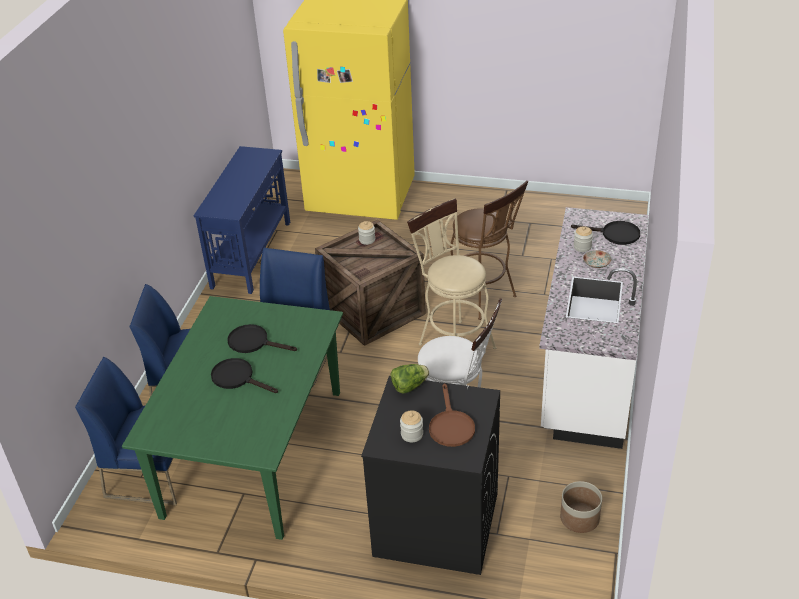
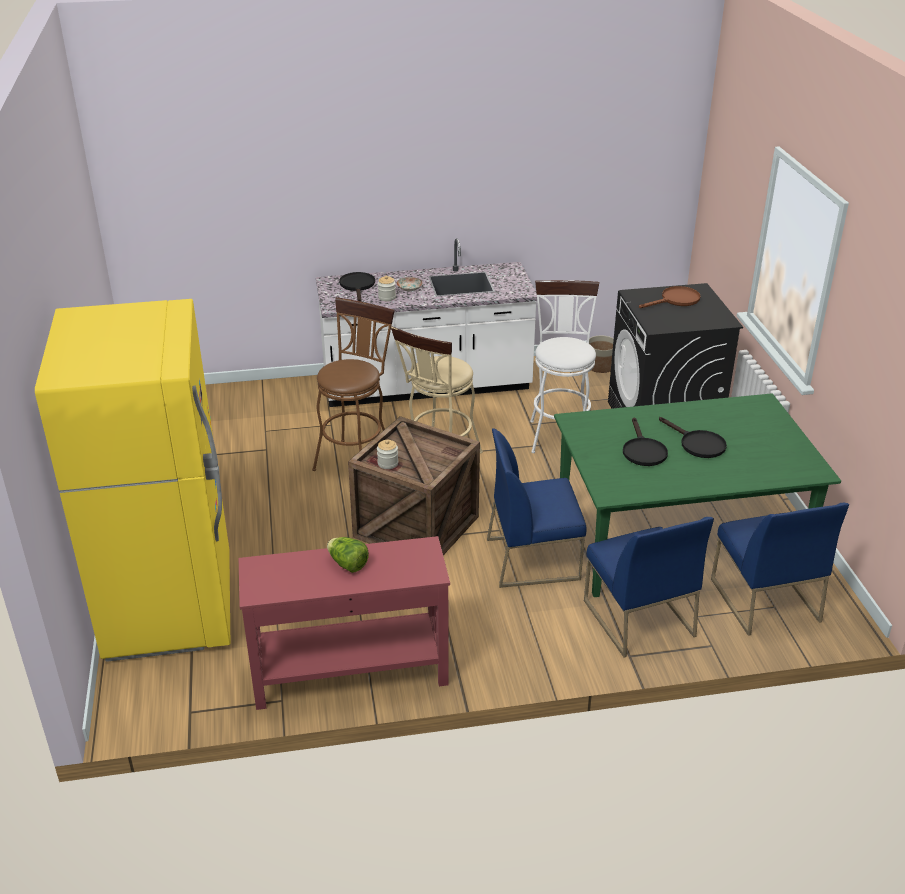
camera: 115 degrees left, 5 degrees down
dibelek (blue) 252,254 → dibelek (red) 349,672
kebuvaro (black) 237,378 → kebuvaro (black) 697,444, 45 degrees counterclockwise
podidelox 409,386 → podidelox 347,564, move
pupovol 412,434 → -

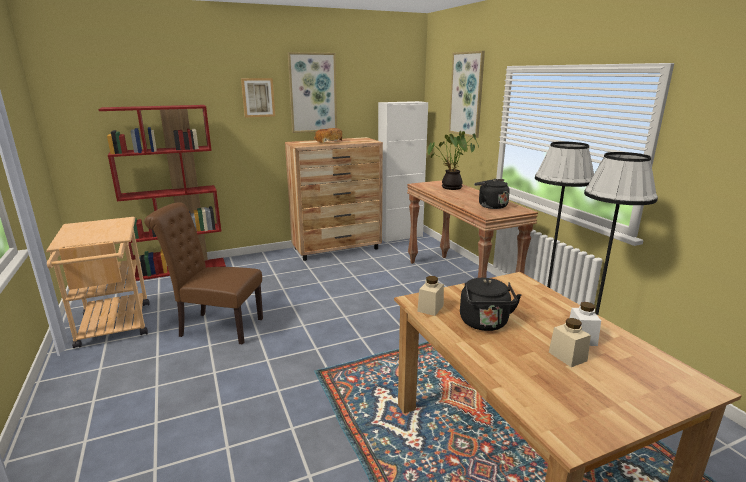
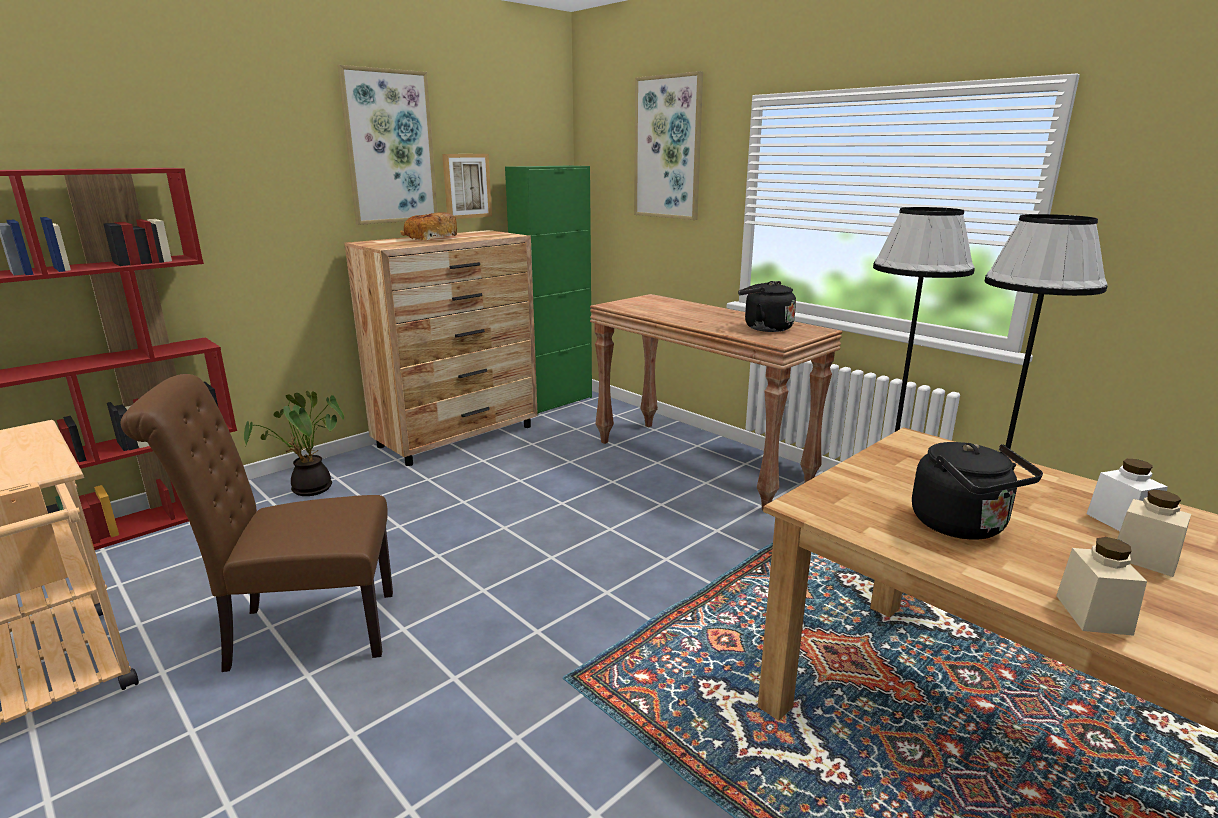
camera: 20 degrees left, 0 degrees up
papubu 258,97 → papubu 466,186, move
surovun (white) 400,236 → surovun (green) 555,401
pupovol (beige) 430,308 → pupovol (beige) 1093,614, move
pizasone 450,188 → pizasone 309,490, move

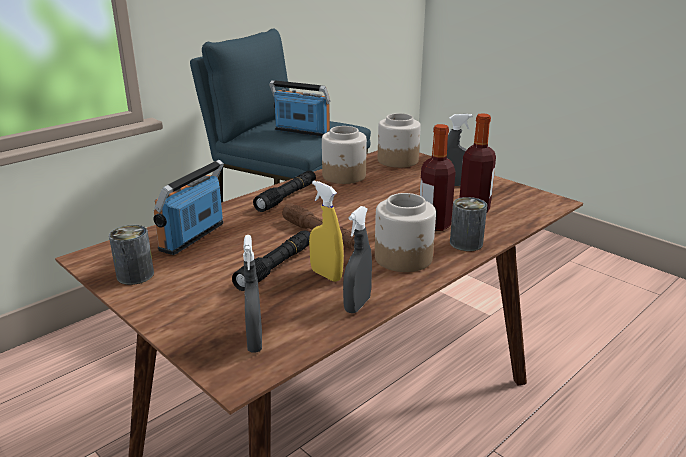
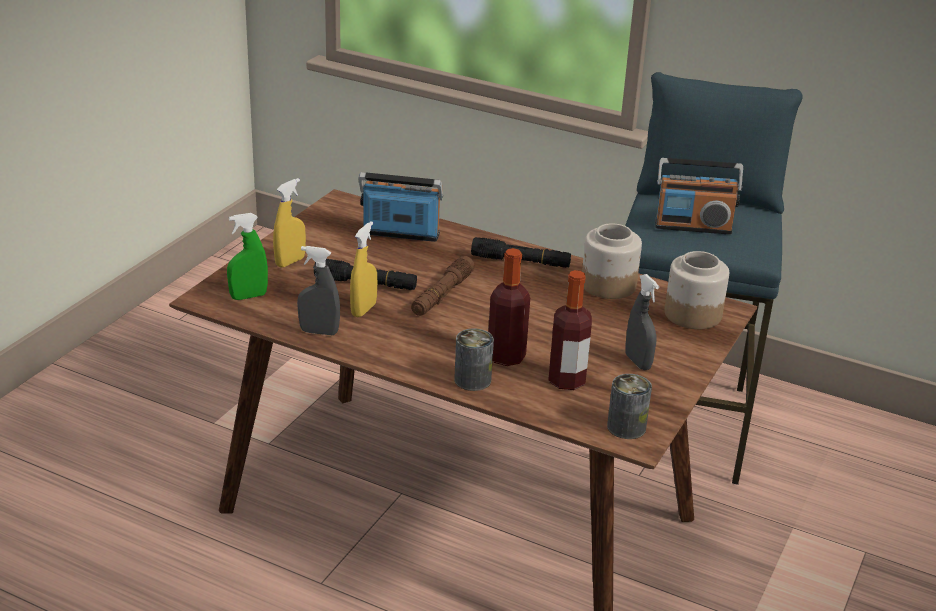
camera: 70 degrees right, 5 degrees up
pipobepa 135,275 → pipobepa 626,427, move
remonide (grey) 255,341 → remonide (green) 248,296
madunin 302,132 → madunin 693,226, 90 degrees clockwise
pupovol 404,258 → -
- → remonide (yellow) 290,262

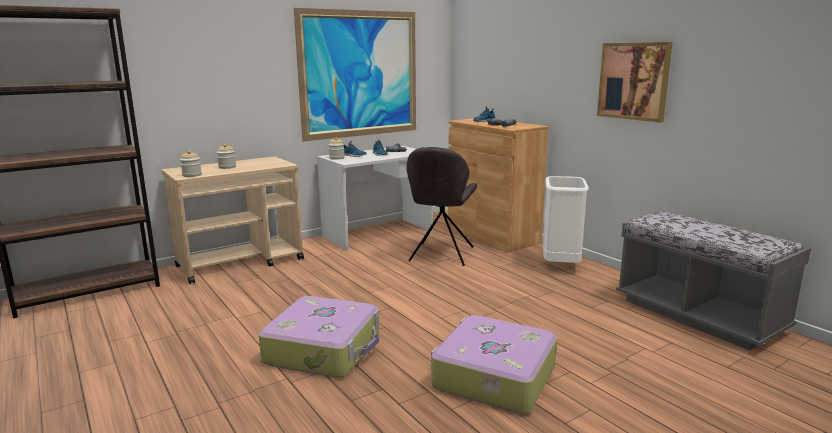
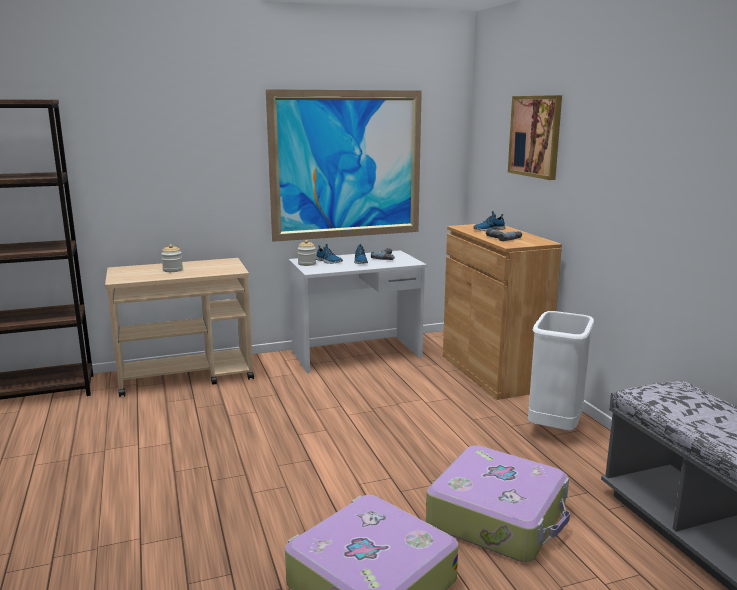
camera: 15 degrees right, 0 degrees up
pupovol 192,175 → -
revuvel 324,349 → revuvel 498,517, move
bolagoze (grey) 441,255 → -
papubu 633,81 → papubu 535,136, move

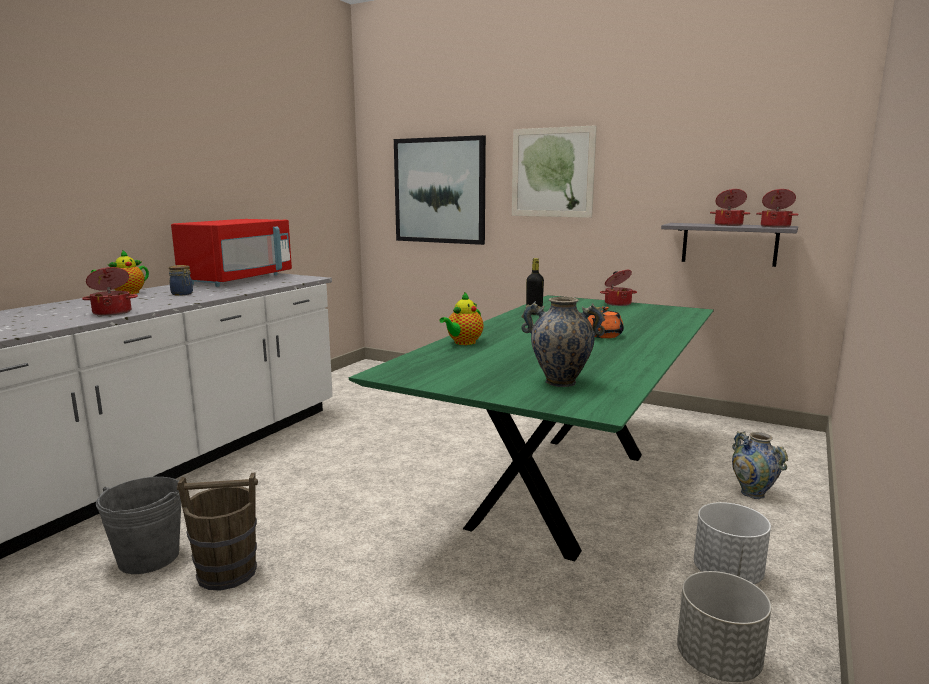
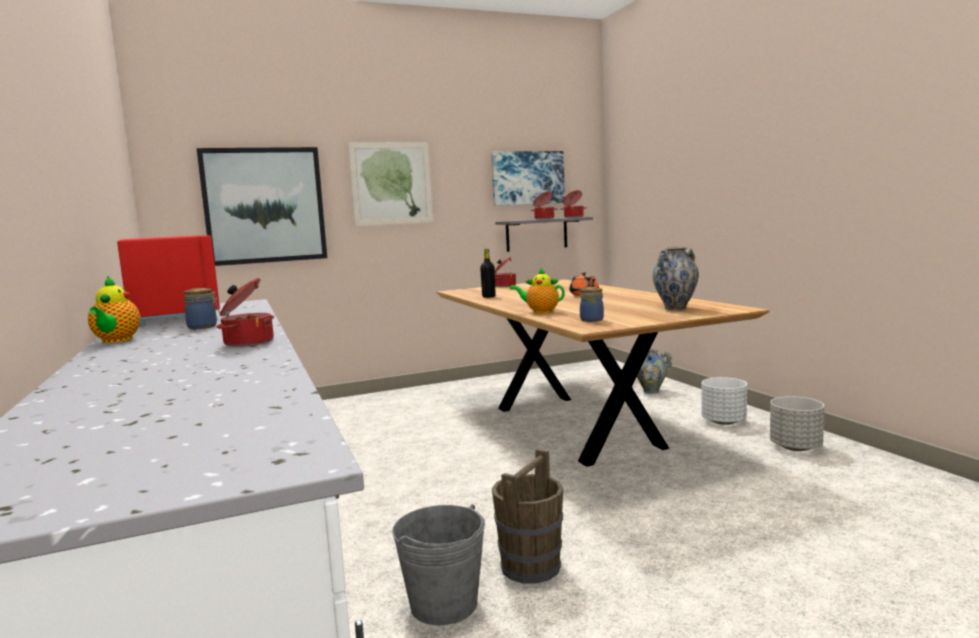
camera: 50 degrees left, 5 degrees down
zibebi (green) 564,487 → zibebi (brown) 573,426
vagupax 463,343 → vagupax 540,312, 120 degrees clockwise
- → papubu 527,178
- → pupovol 592,320

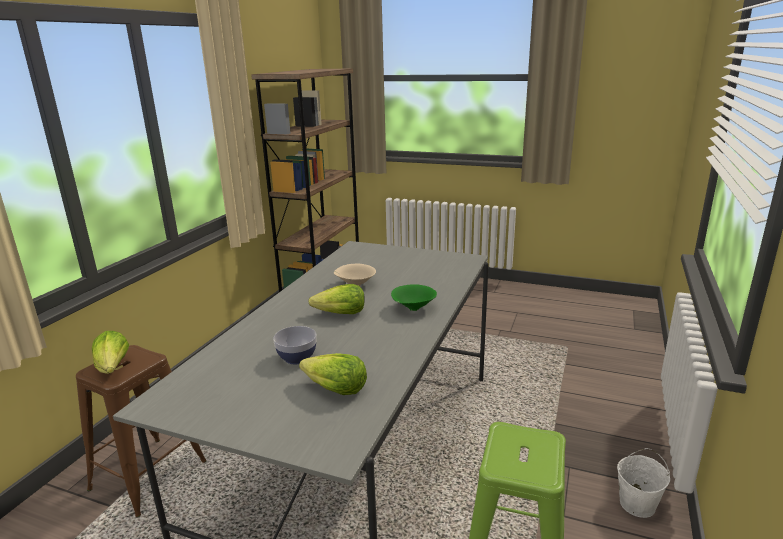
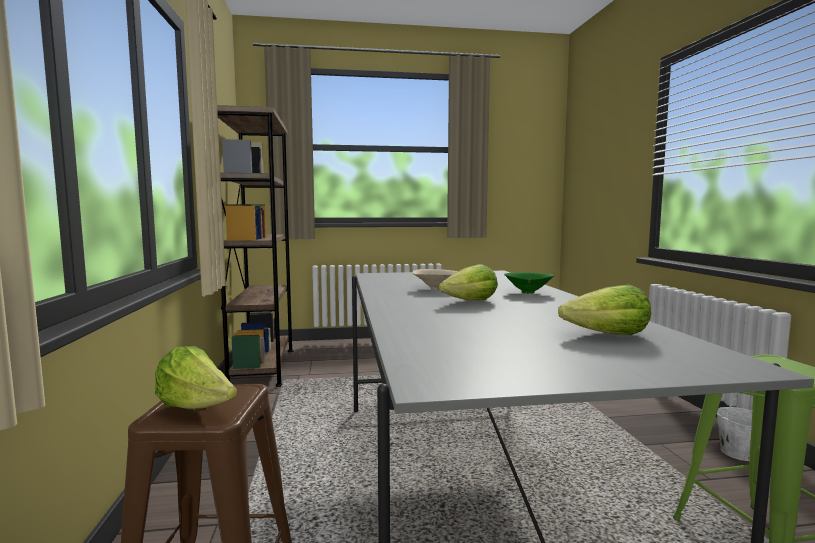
camera: 30 degrees left, 15 degrees down
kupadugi 297,358 → -

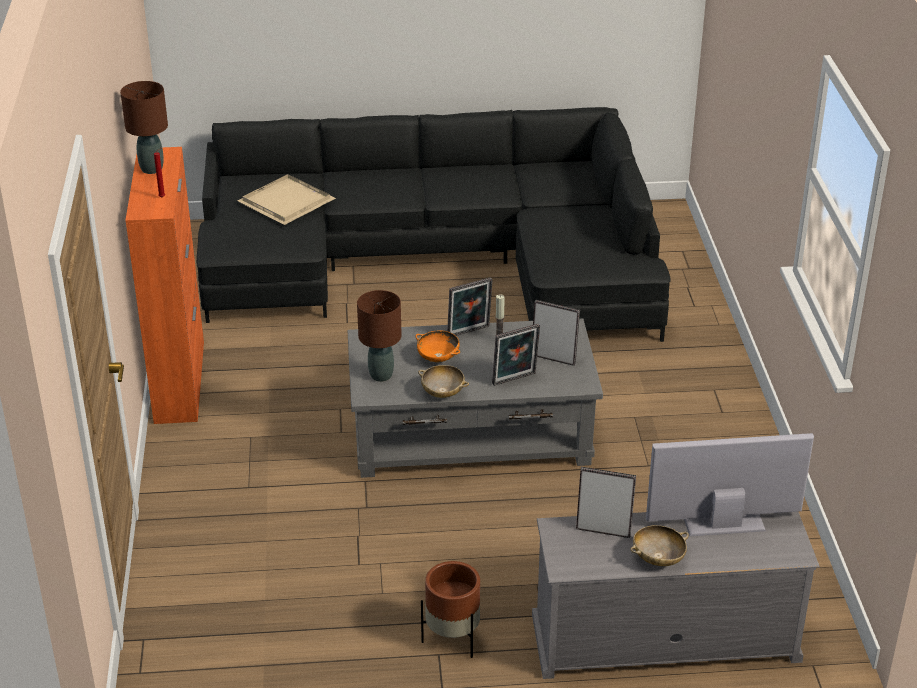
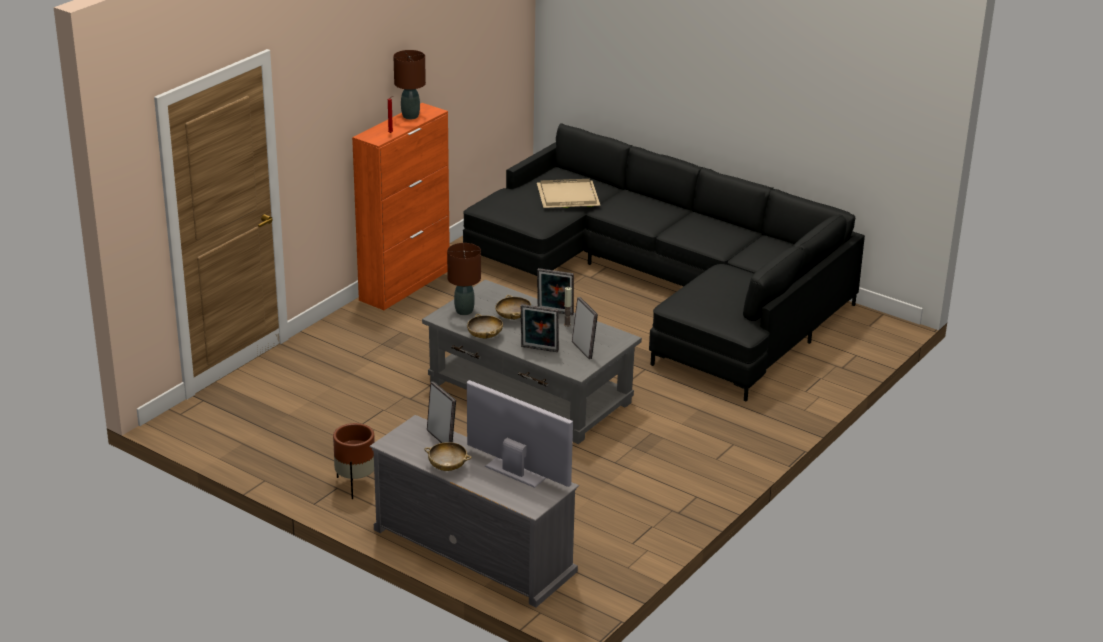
camera: 40 degrees right, 5 degrees down
kupadugi (orange) 438,357 → kupadugi (beige) 513,317

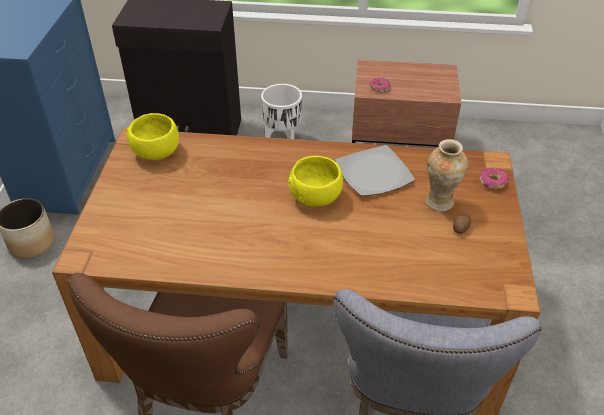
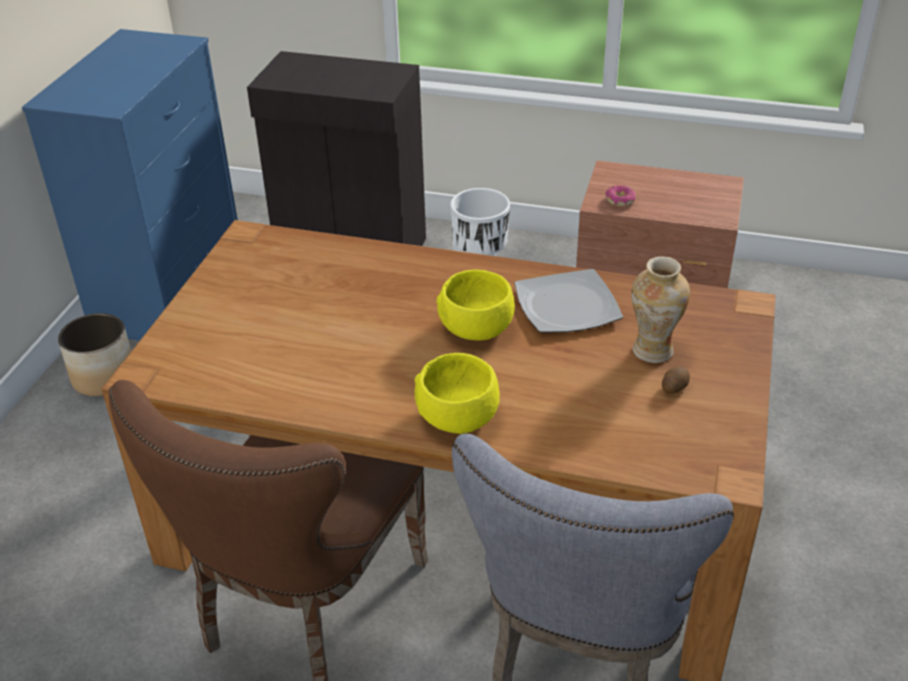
camera: 10 degrees right, 5 degrees down
kupadugi (yellow) 155,152 → kupadugi (yellow) 457,418, move
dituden 492,182 → -

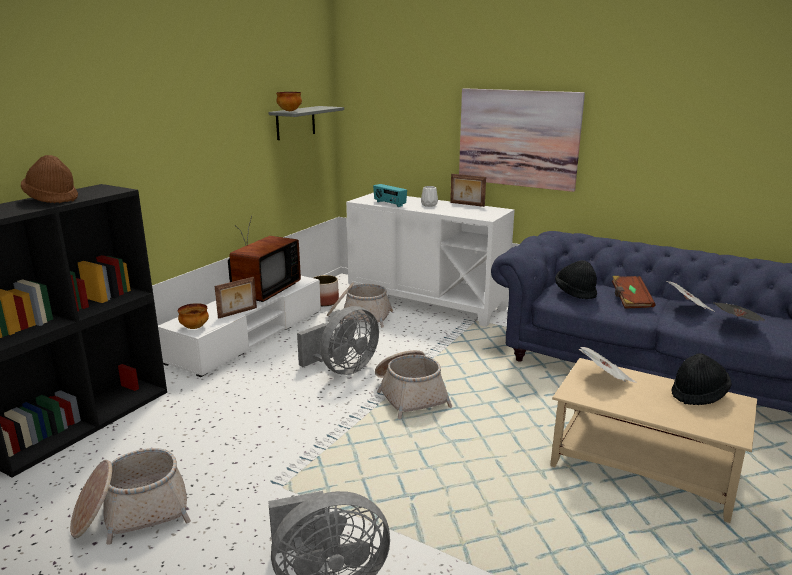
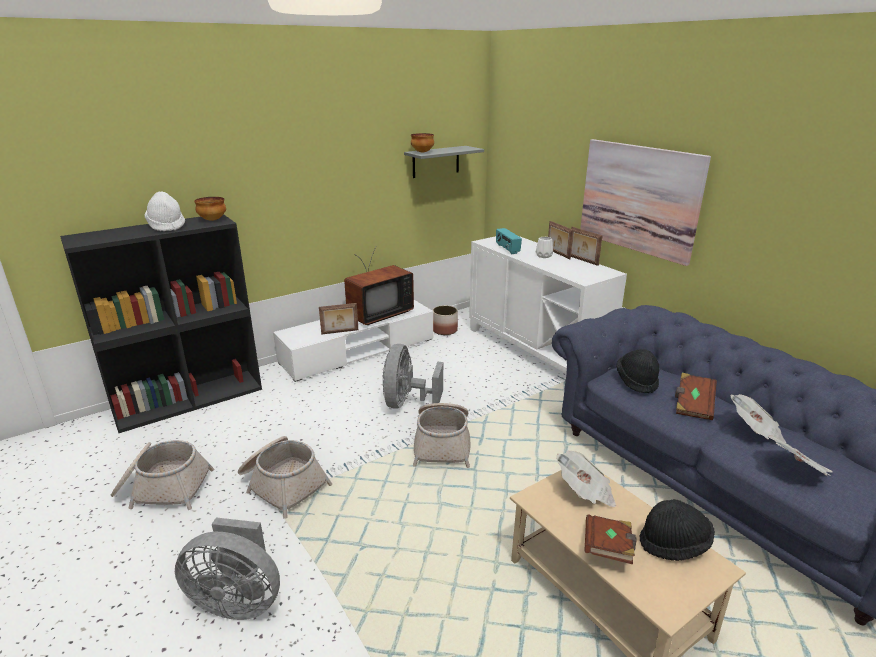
camera: 25 degrees right, 5 degrees up
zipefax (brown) 52,199 → zipefax (white) 167,226
kupadugi 194,327 → kupadugi 213,220, move
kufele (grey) 343,369 → kufele (grey) 407,402, 120 degrees clockwise
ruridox 359,316 → ruridox 282,484, move
- → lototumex 557,254
- → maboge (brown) 608,548

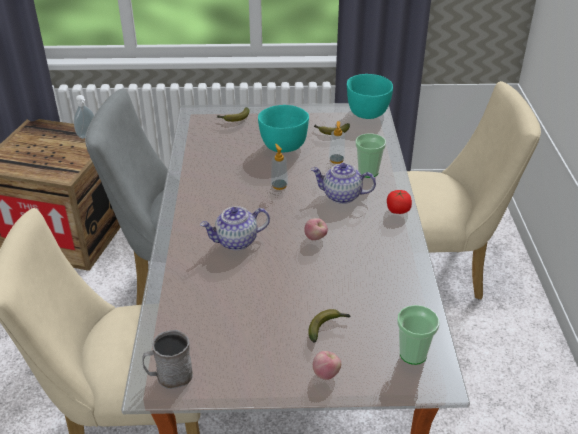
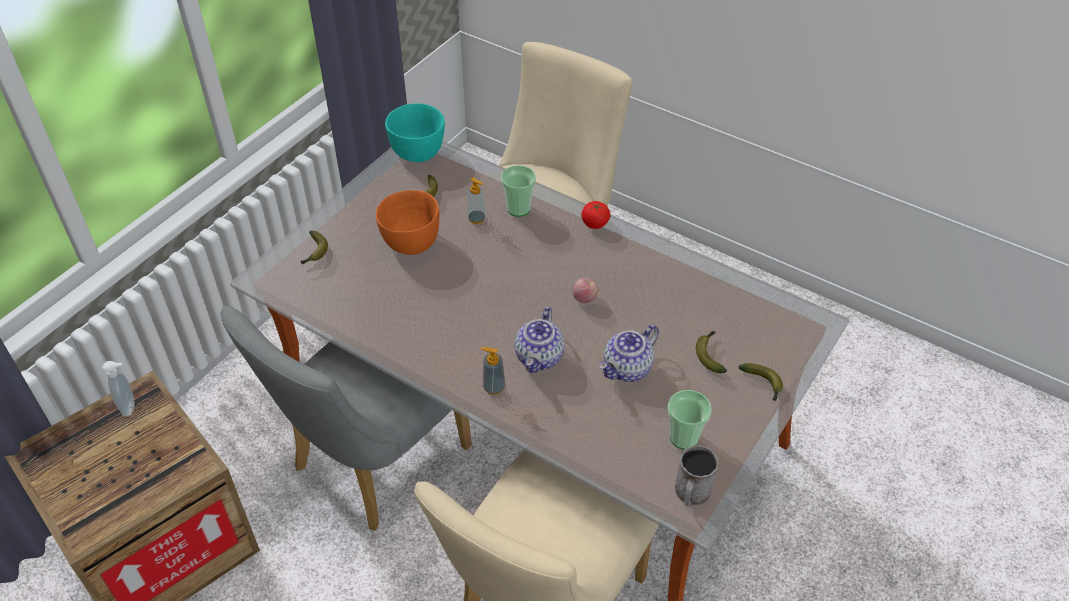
camera: 55 degrees left, 10 degrees up
kupadugi (turquoise) 283,145 → kupadugi (orange) 410,242
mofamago 279,185 → mofamago 494,387, move
vagupax 341,196 → vagupax 627,369, move
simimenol 326,374 → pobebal 763,384
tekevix 413,354 → tekevix 684,437, move

